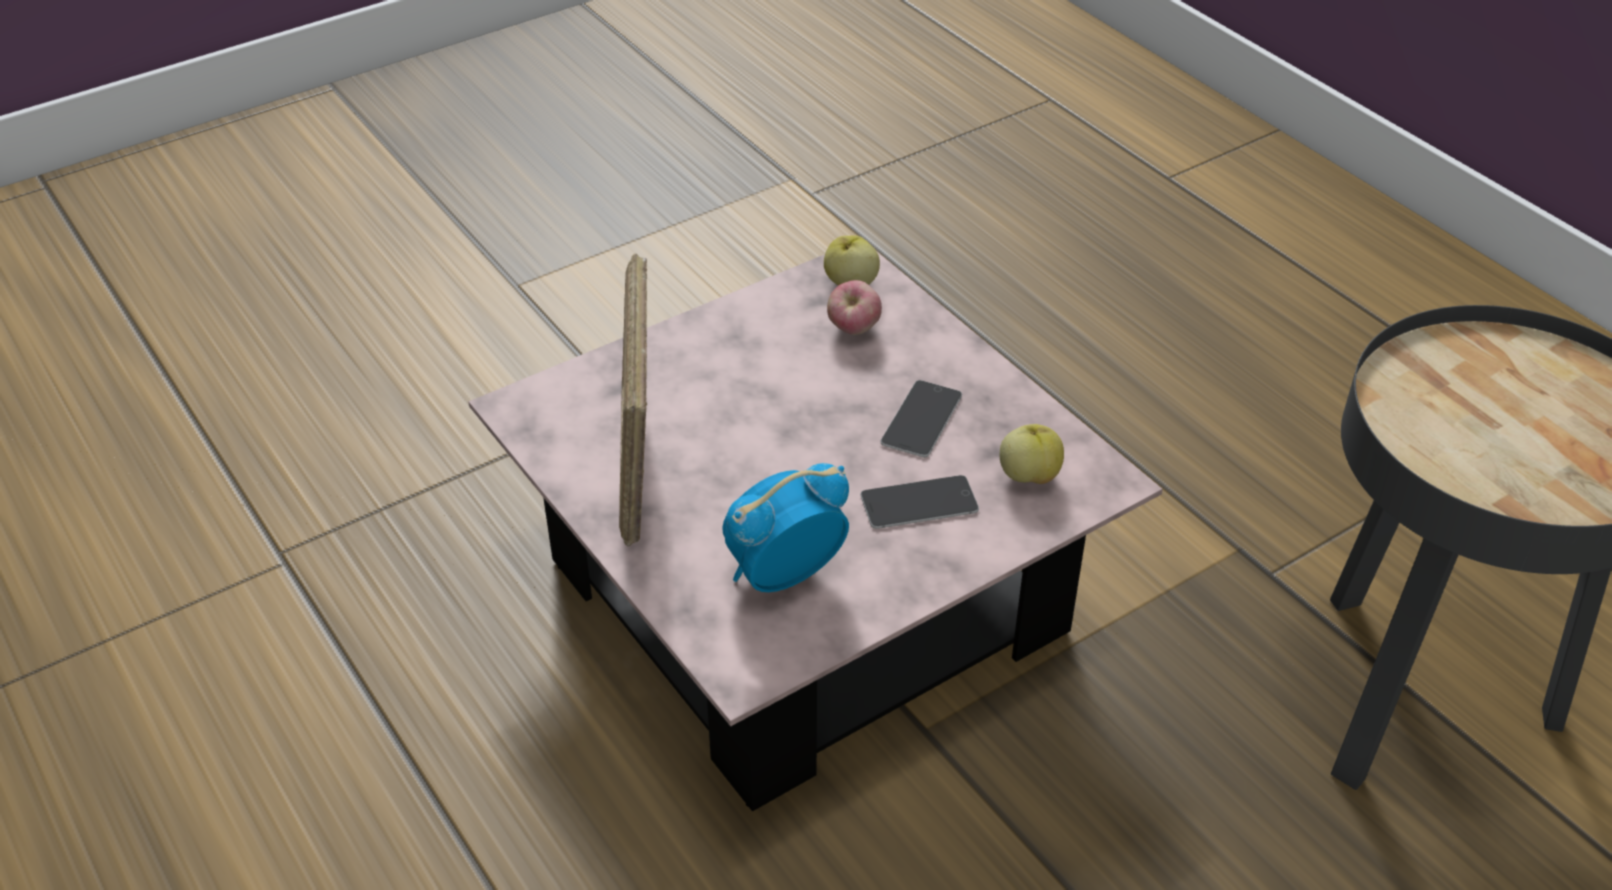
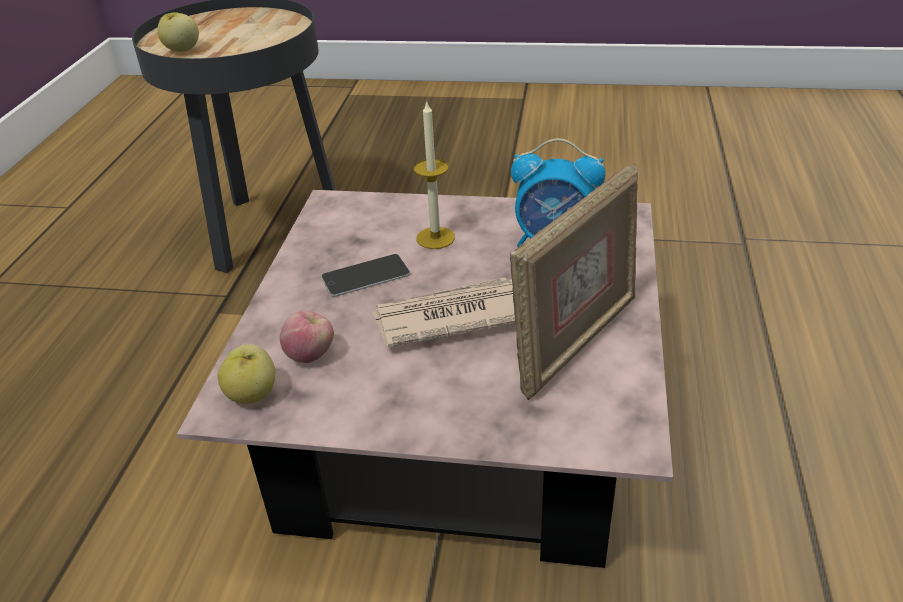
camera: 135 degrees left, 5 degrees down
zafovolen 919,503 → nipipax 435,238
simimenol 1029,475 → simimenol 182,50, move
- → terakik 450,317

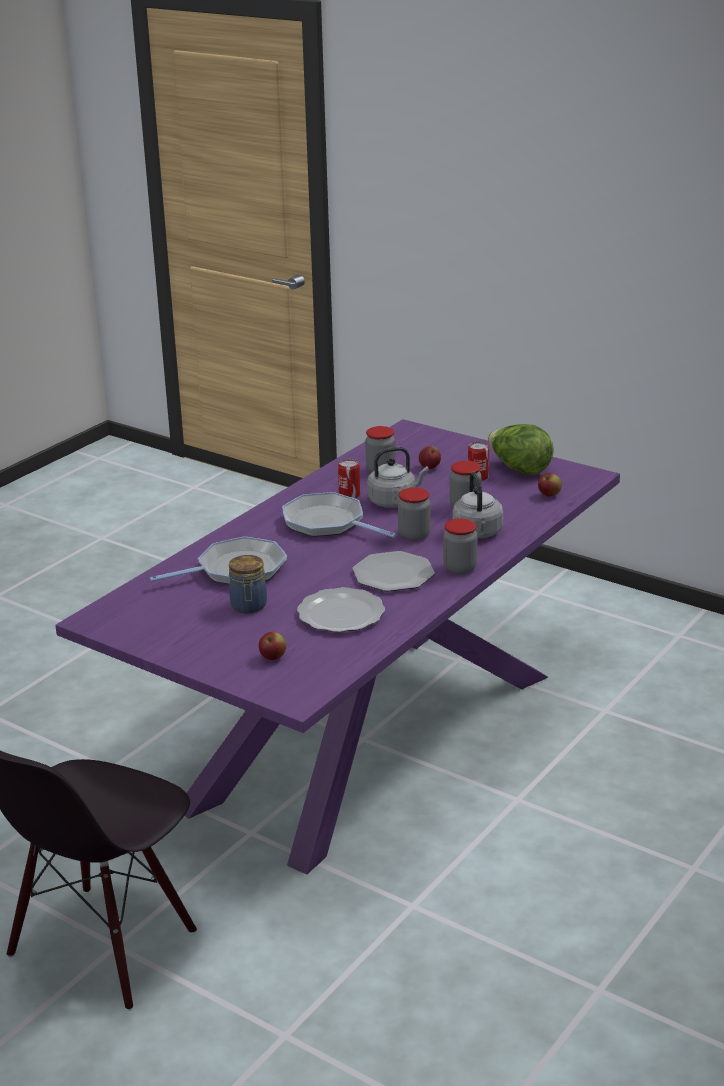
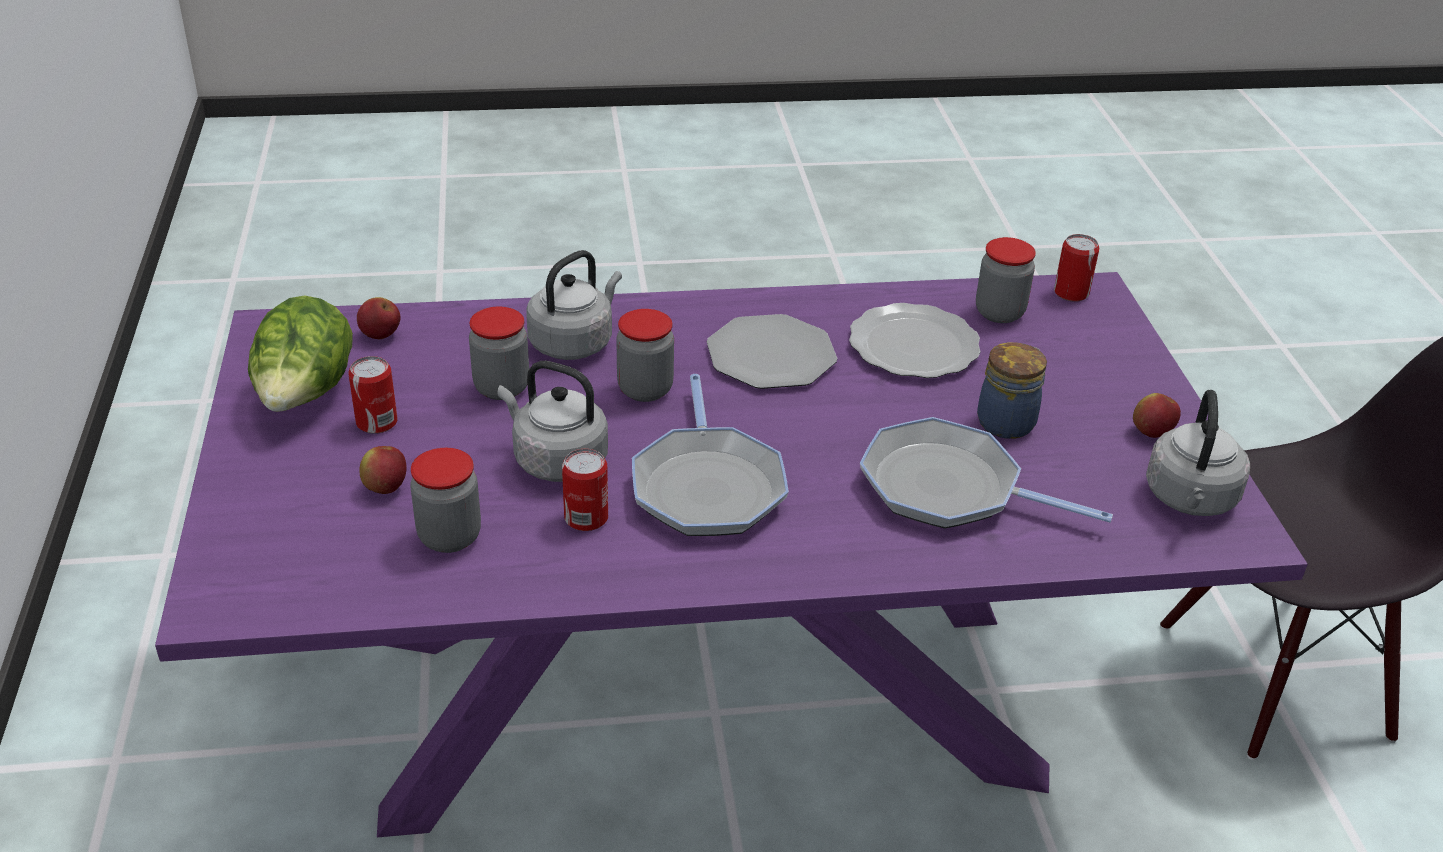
camera: 135 degrees left, 10 degrees up
simimenol 273,658 → simimenol 1151,432, move
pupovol 460,568 → pupovol 999,312, move
- → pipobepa 1071,293
- → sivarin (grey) 1190,499

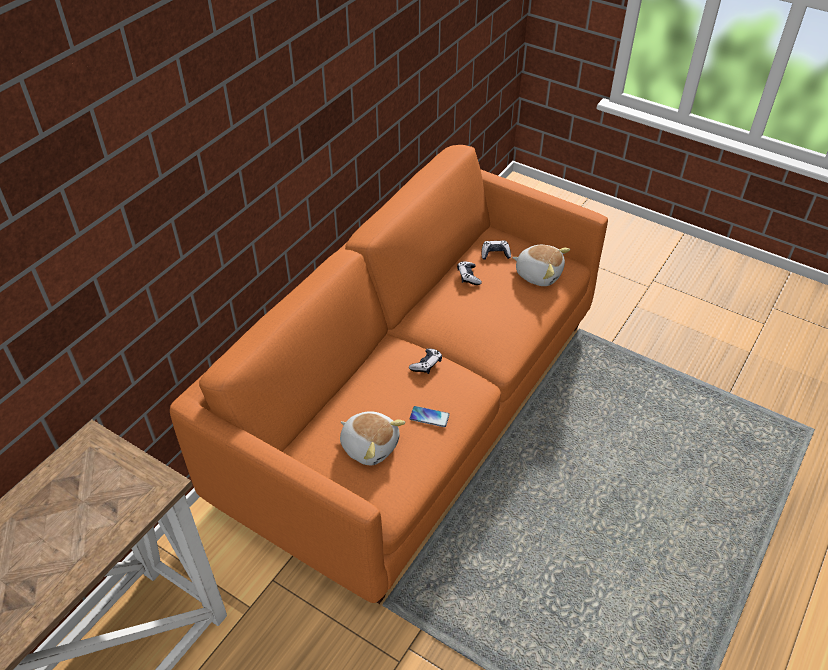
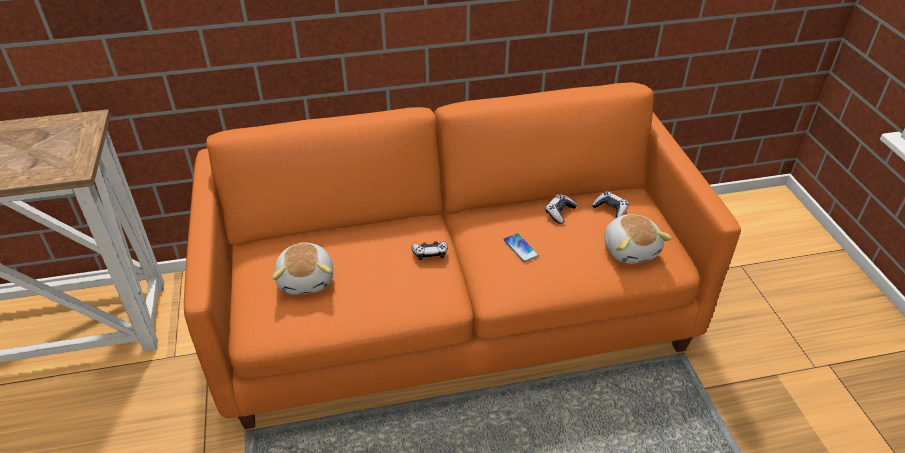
camera: 45 degrees right, 5 degrees down
zafovolen 429,417 → zafovolen 520,248, move

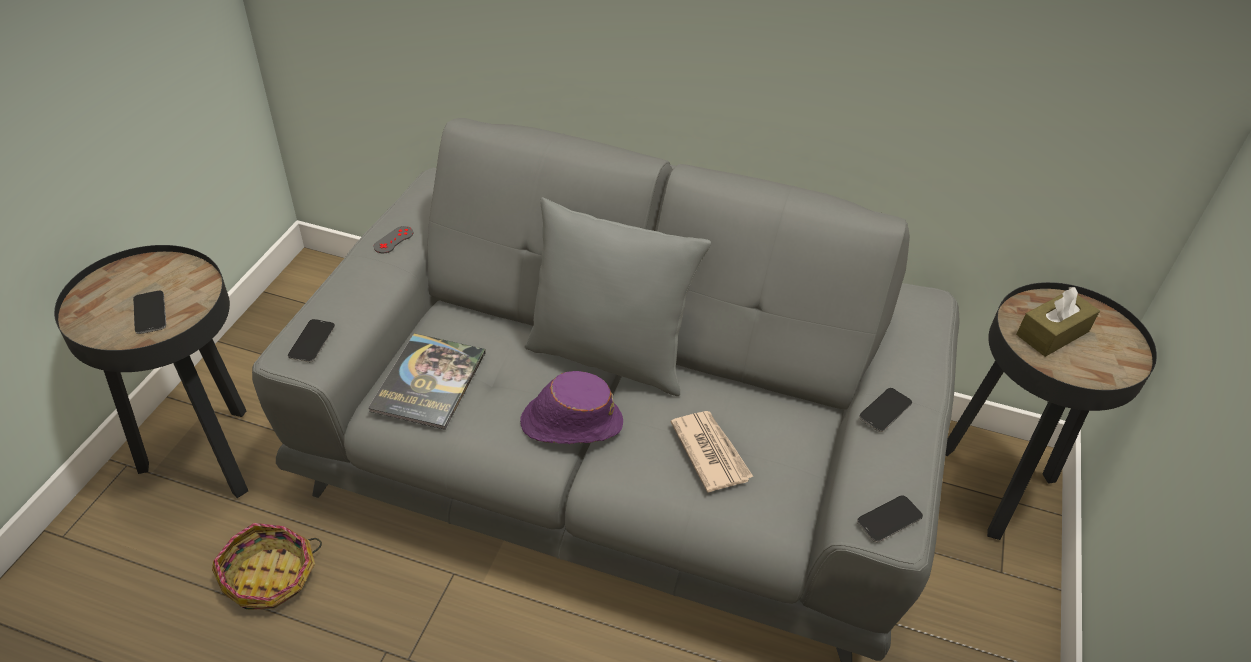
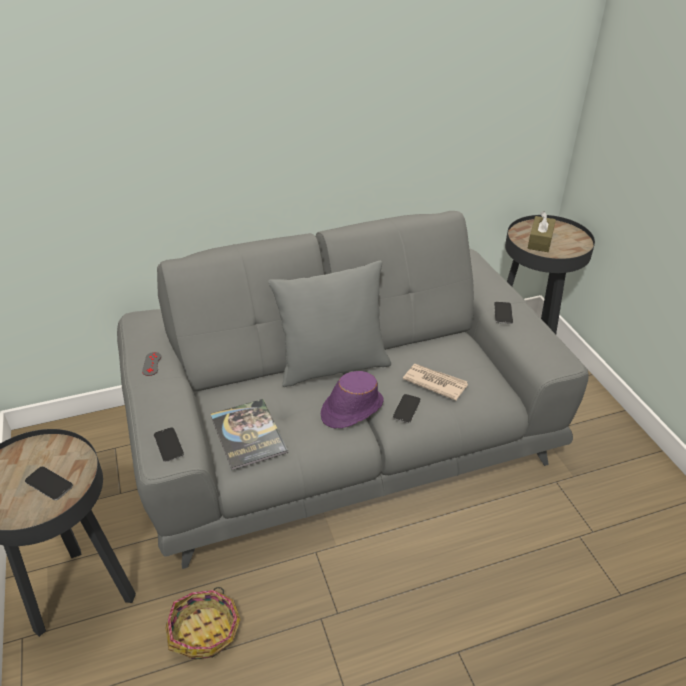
camera: 35 degrees left, 5 degrees down
zafovolen 889,519 → zafovolen 406,409, move

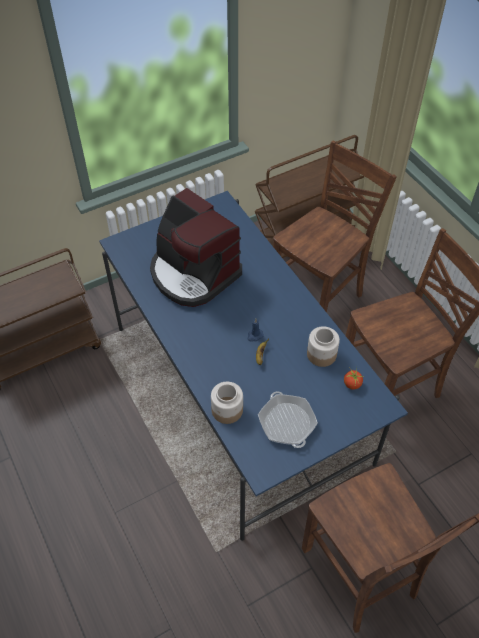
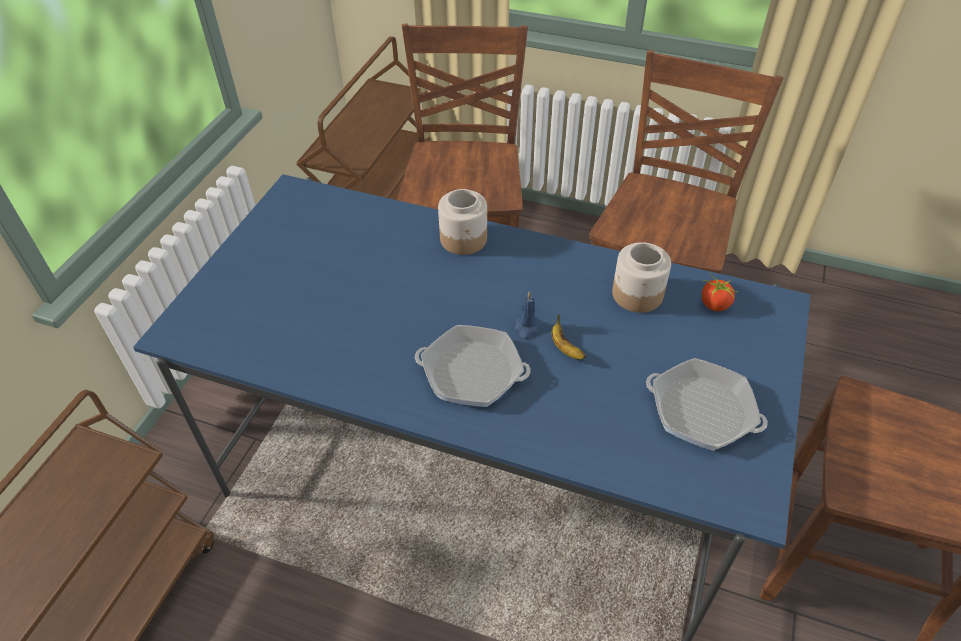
camera: 40 degrees left, 5 degrees down
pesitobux 193,273 → -
pupovol 227,410 → pupovol 464,239, move
- → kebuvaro 472,372

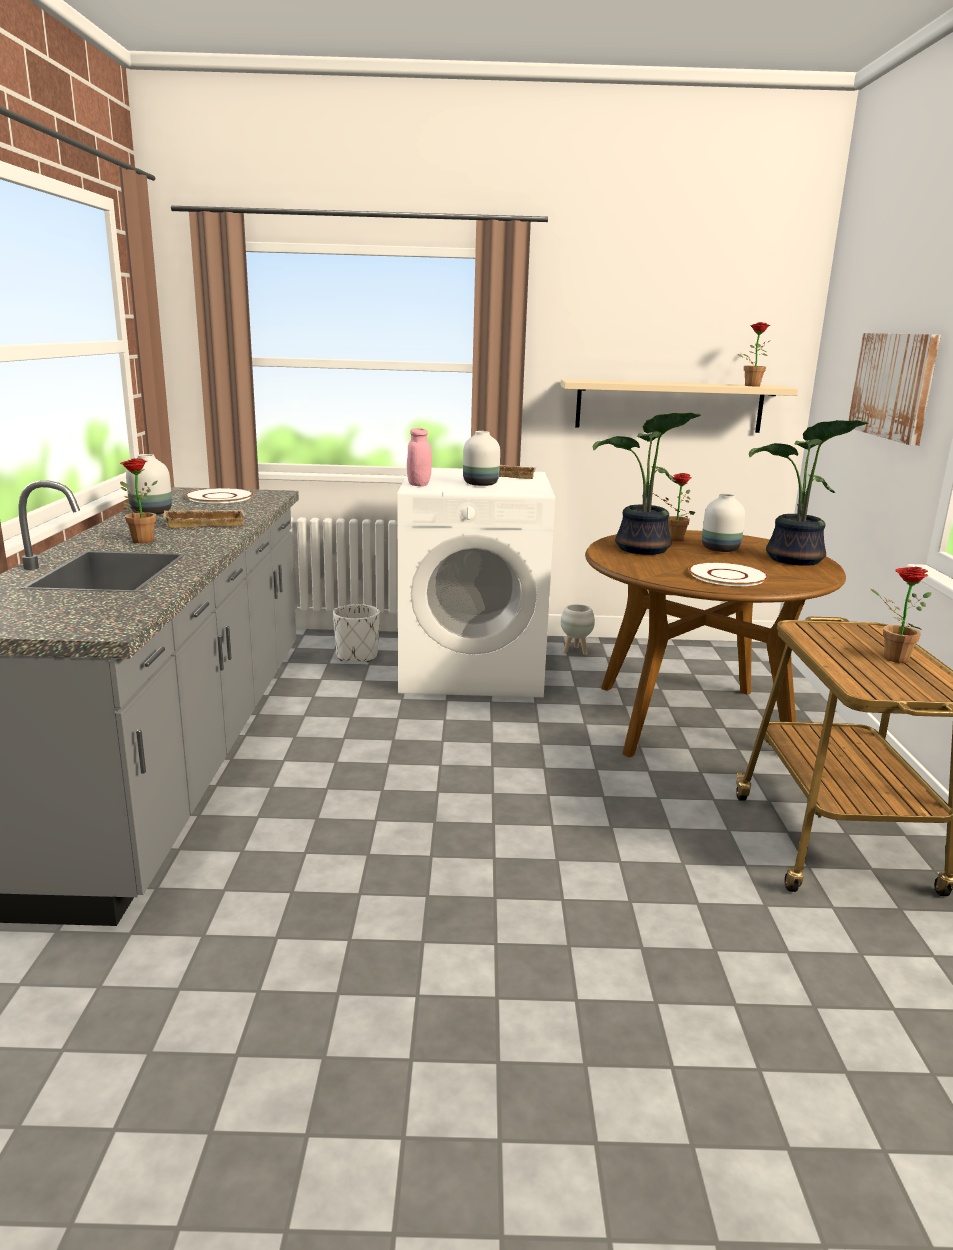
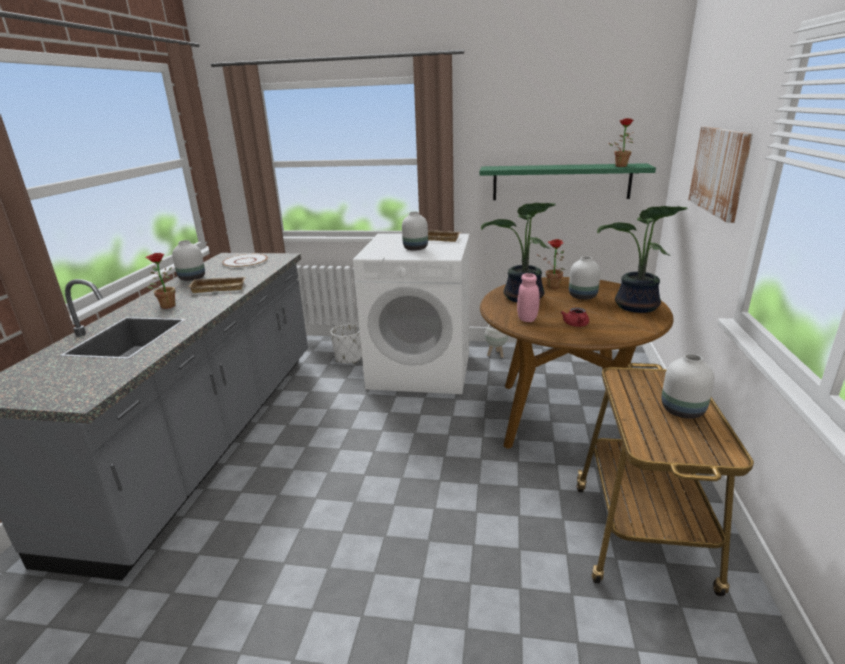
camera: 10 degrees right, 5 degrees up
pupovol (pink) 419,484 → pupovol (pink) 527,319, move
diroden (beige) 669,406 → diroden (green) 561,182
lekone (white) 727,576 → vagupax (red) 576,325
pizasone 890,657 → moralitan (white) 682,410

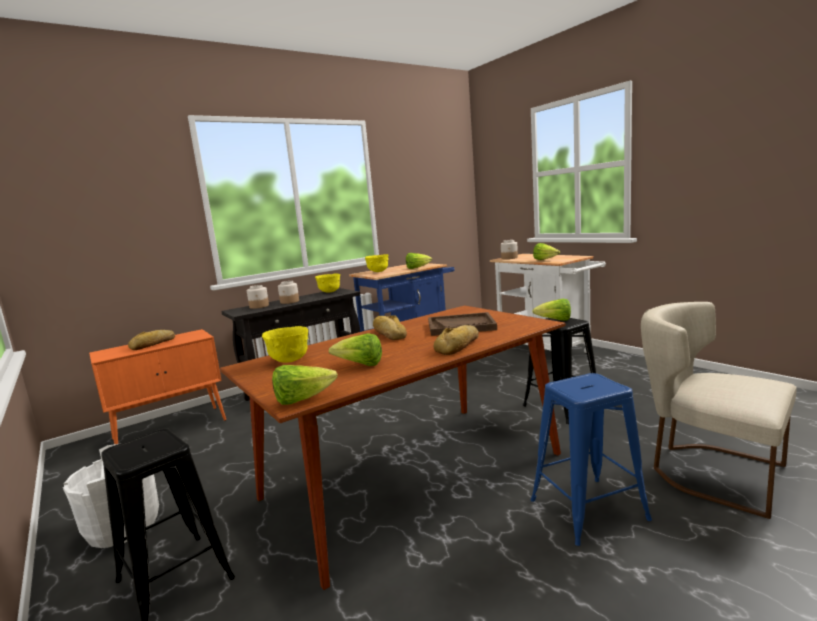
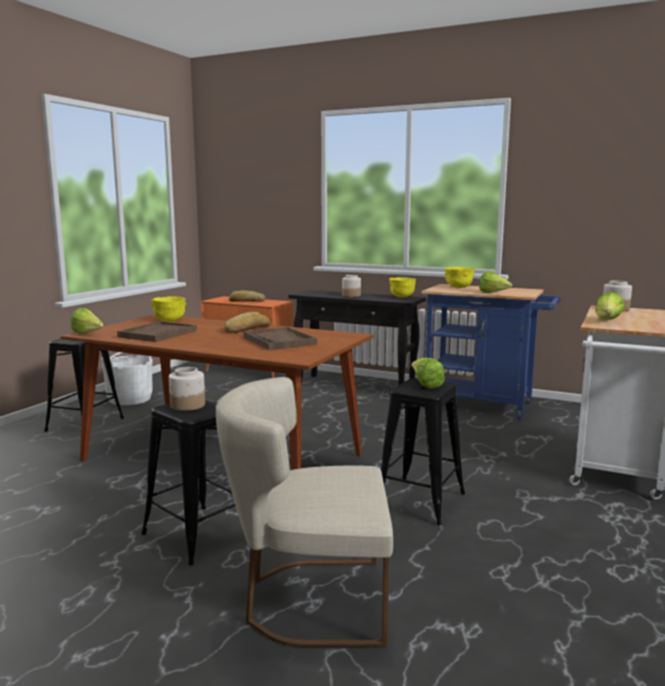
camera: 60 degrees right, 0 degrees up
pupovol 259,306 → pupovol 187,405, move
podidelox 360,365 → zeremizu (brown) 158,334
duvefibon 459,345 → -
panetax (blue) 588,509 → panetax (black) 197,534
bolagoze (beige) 709,471 → bolagoze (beige) 308,601, 105 degrees counterclockwise

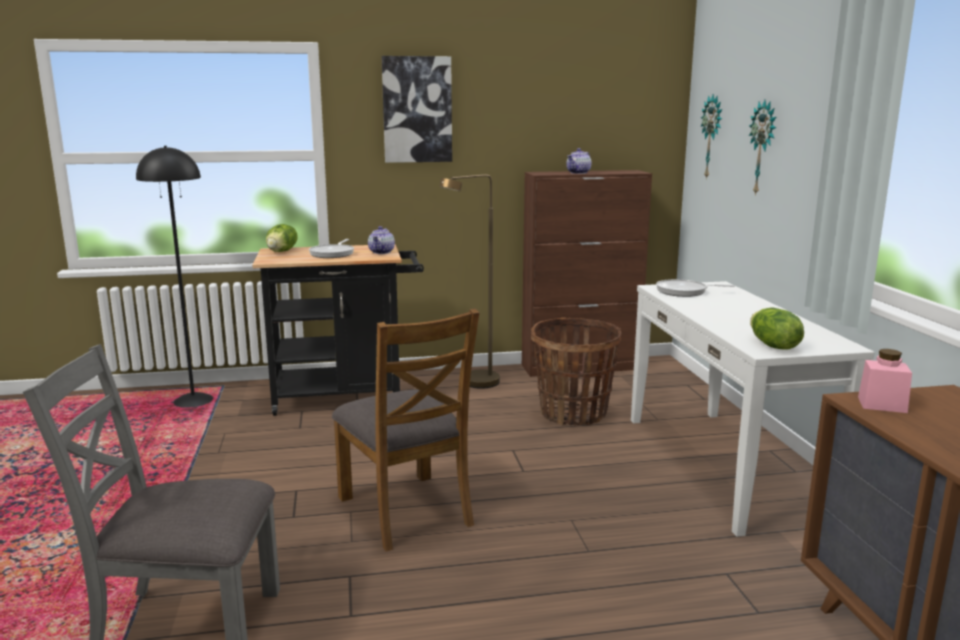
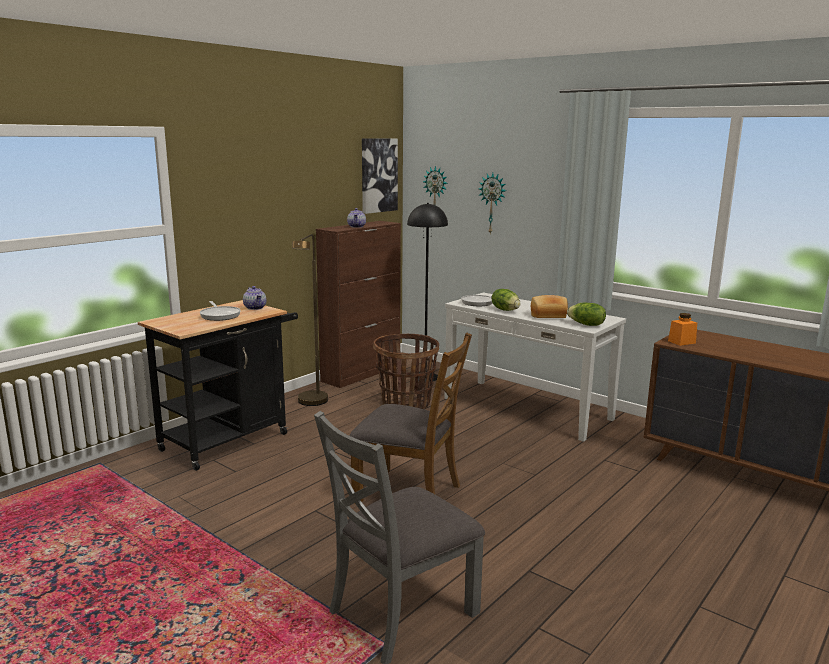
camera: 40 degrees left, 0 degrees up
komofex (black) 193,401 → komofex (black) 425,377, move
podidelox 282,251 → podidelox 505,310, move
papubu 417,110 → papubu 378,175, move
pupovol (pink) 882,405 → pupovol (orange) 681,342
- → duvefibon 548,316

